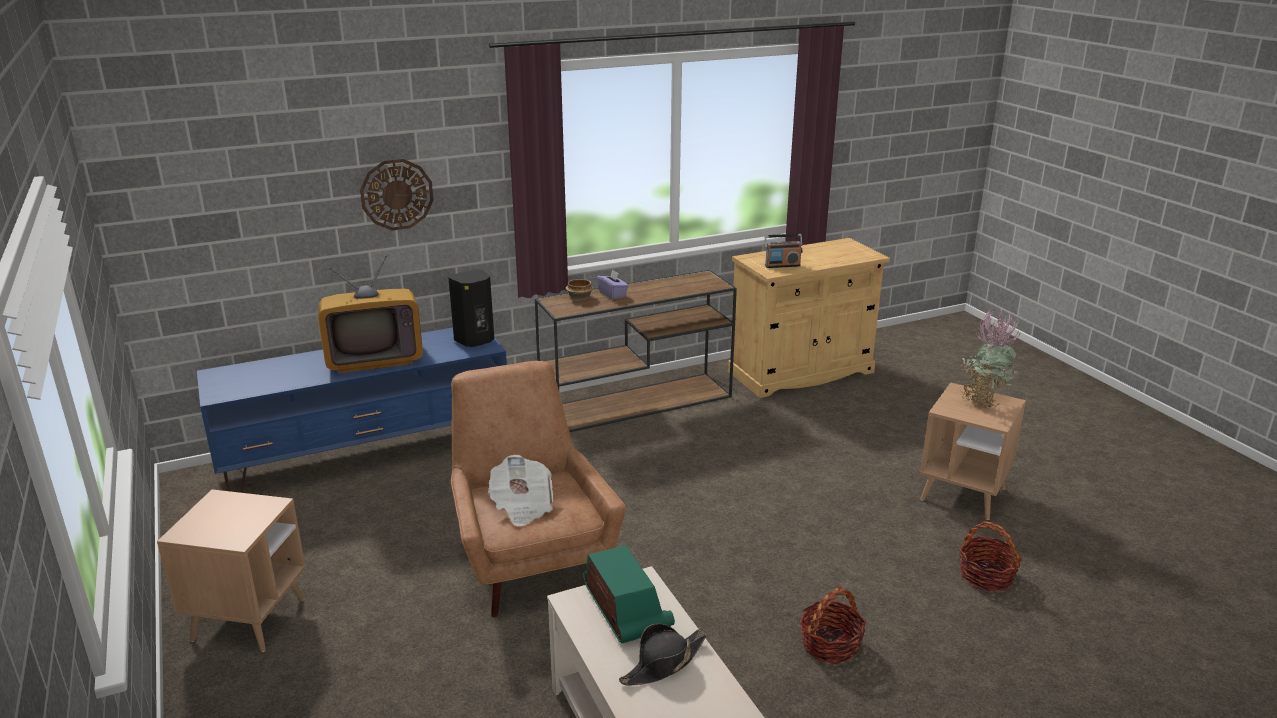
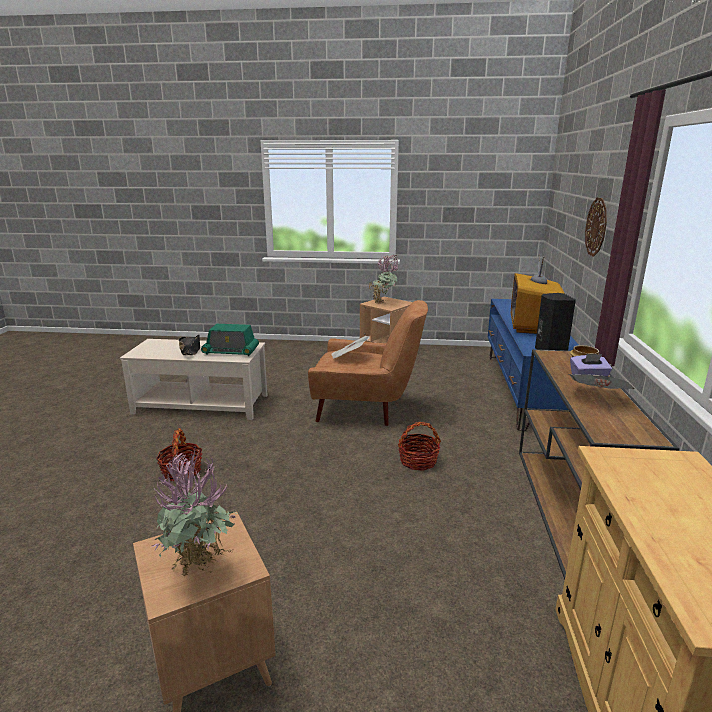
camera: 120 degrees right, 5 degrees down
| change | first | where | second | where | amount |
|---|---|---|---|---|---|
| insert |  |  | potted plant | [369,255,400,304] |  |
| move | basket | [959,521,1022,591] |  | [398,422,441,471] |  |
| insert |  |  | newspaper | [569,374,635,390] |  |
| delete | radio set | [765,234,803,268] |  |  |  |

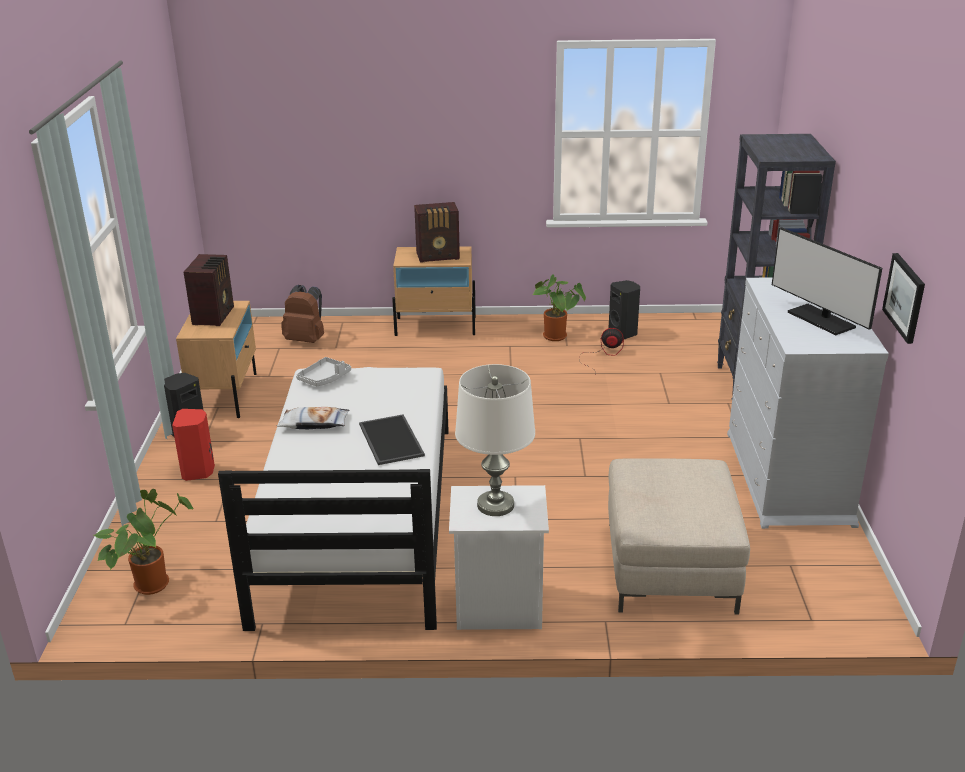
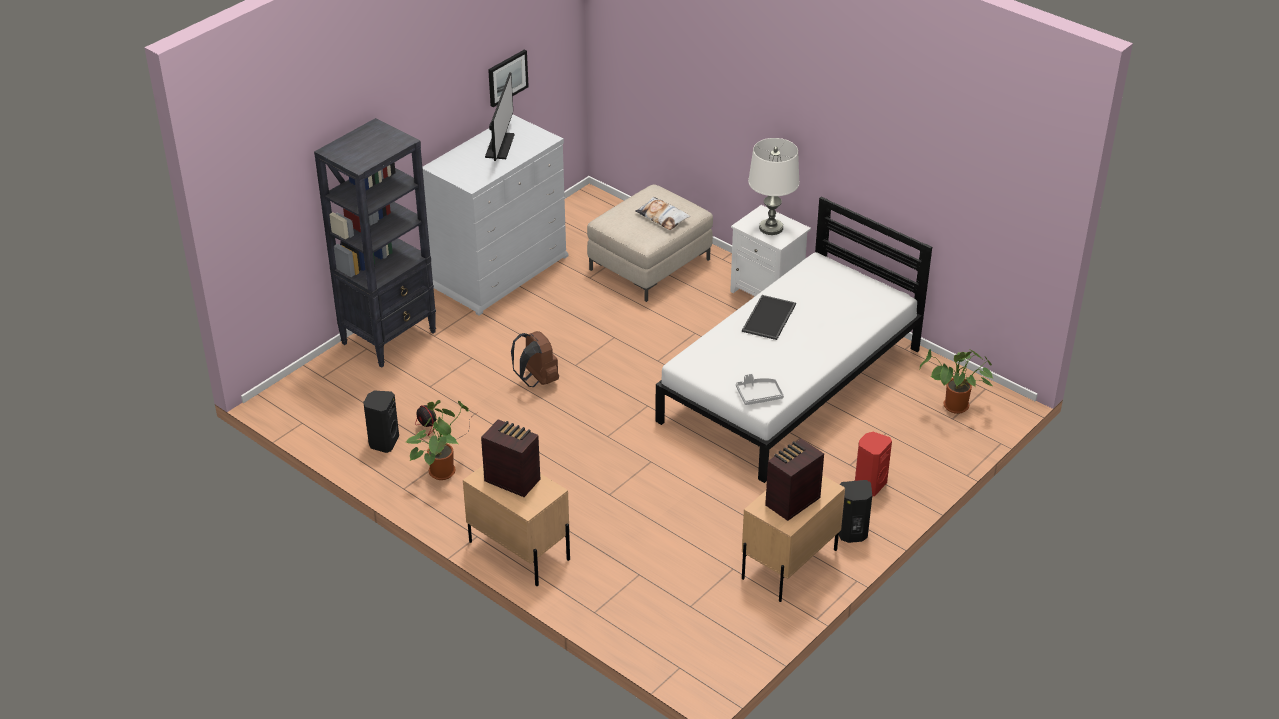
camera: 140 degrees left, 10 degrees up
| change | first | where | second | where | amount |
|---|---|---|---|---|---|
| move | brown knapsack | [281,285,324,343] |  | [511,331,559,387] |  |
| move | pillow | [276,407,350,429] |  | [635,197,690,230] |  |

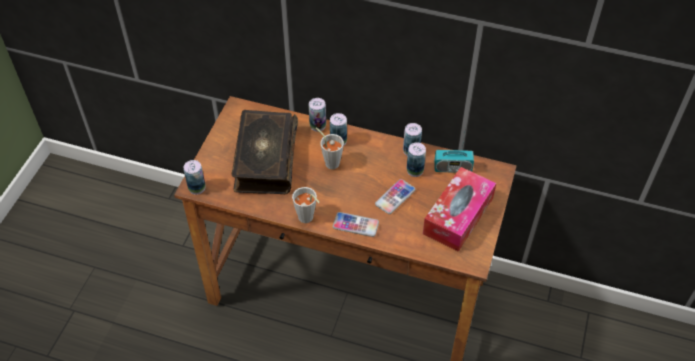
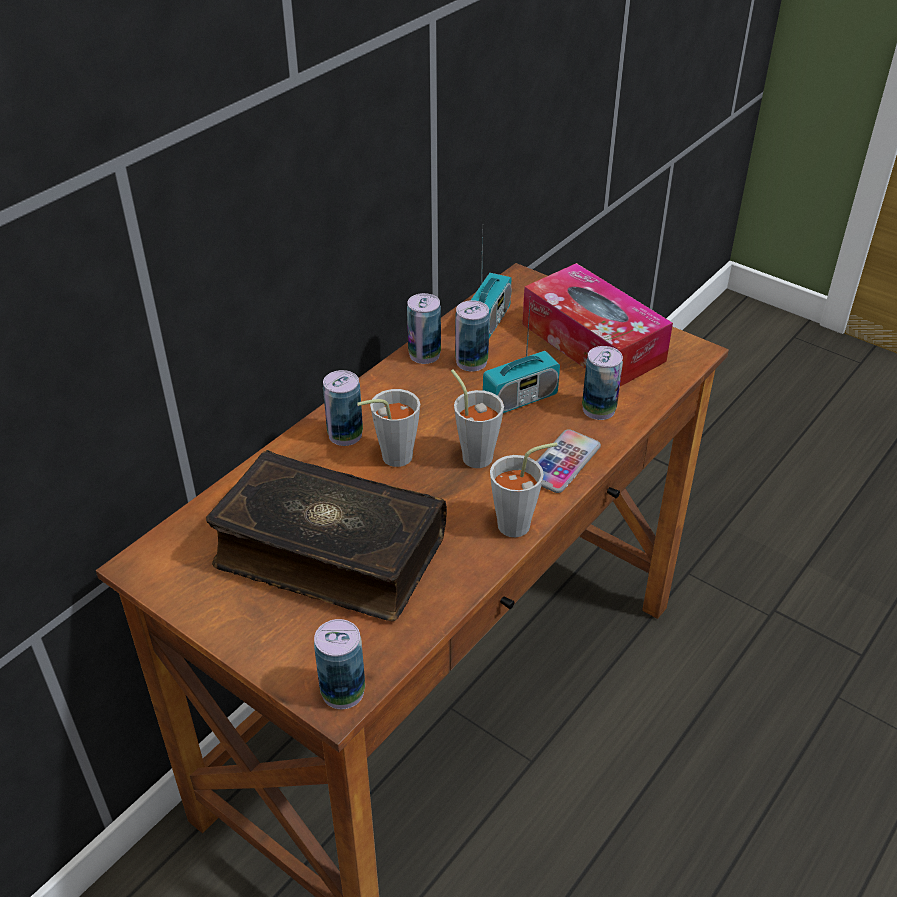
camera: 70 degrees left, 10 degrees down
| change | first | where | second | where | amount |
|---|---|---|---|---|---|
| insert |  |  | gray drinking cup | [451,369,504,468] |  |
| replace | handset | [375,179,416,214] | radio set | [483,304,560,413] |  |
| move | sealed can | [309,98,326,132] |  | [582,346,623,420] |  |

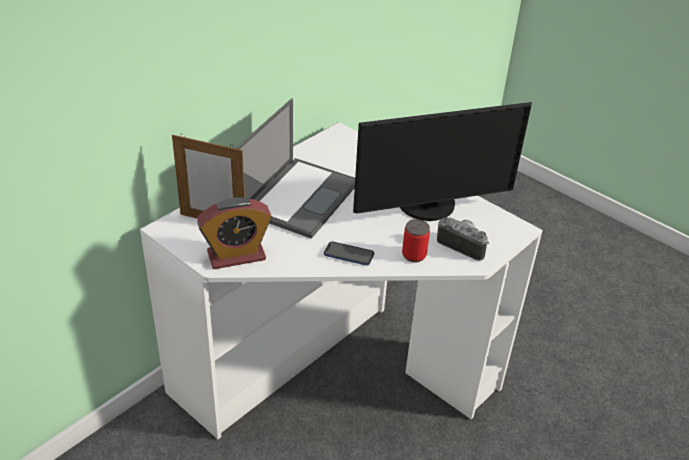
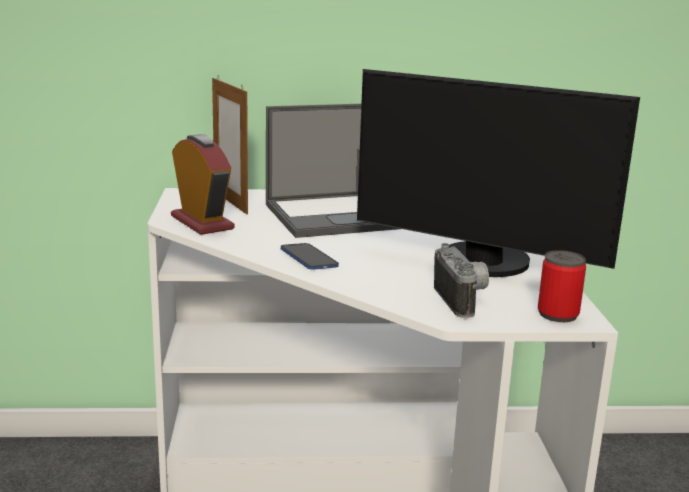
camera: 45 degrees right, 20 degrees down
| change | first | where | second | where | amount |
|---|---|---|---|---|---|
| rotate | table clock | [197,197,272,269] |  | [171,134,234,235] | 150 degrees counterclockwise |
| move | sealed can | [402,219,430,262] |  | [538,250,586,322] |  |

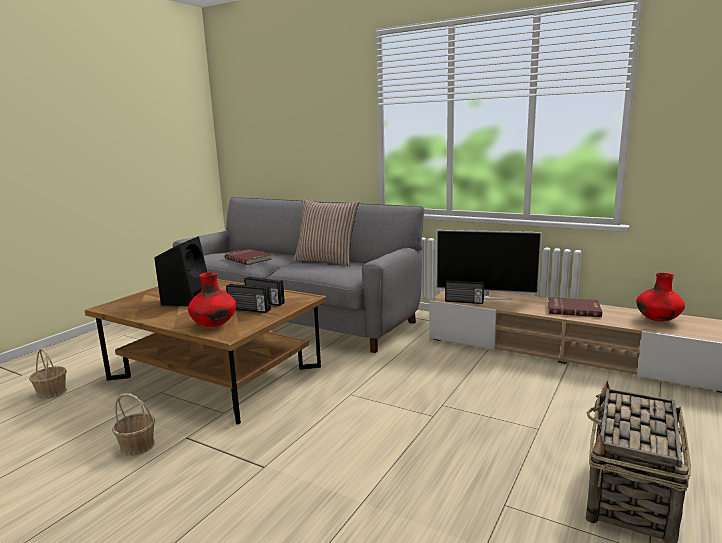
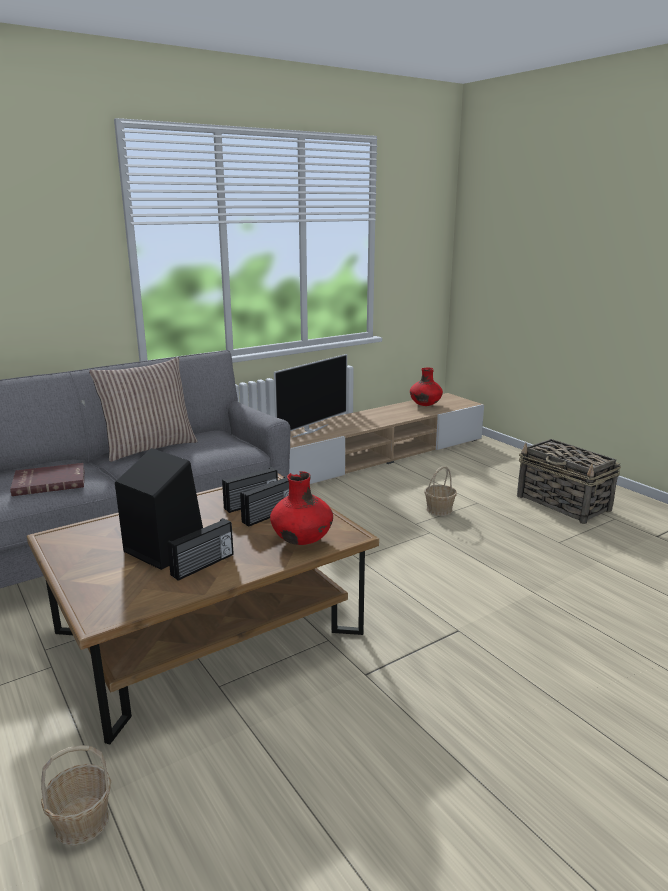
camera: 65 degrees left, 5 degrees up
| change | first | where | second | where | amount |
|---|---|---|---|---|---|
| move | radio set | [445,280,484,304] |  | [167,518,234,581] |  |
| move | basket | [112,393,155,456] |  | [424,466,457,516] |  |
| delete | red-coloured volume | [548,297,602,317] |  |  |  |

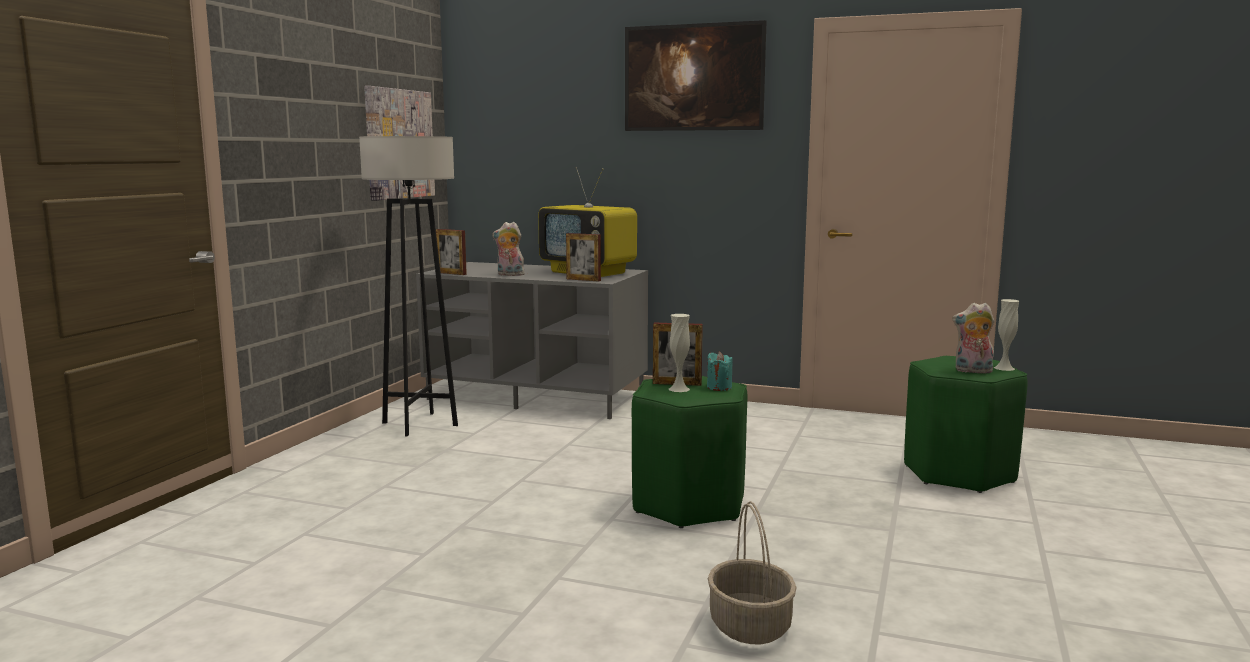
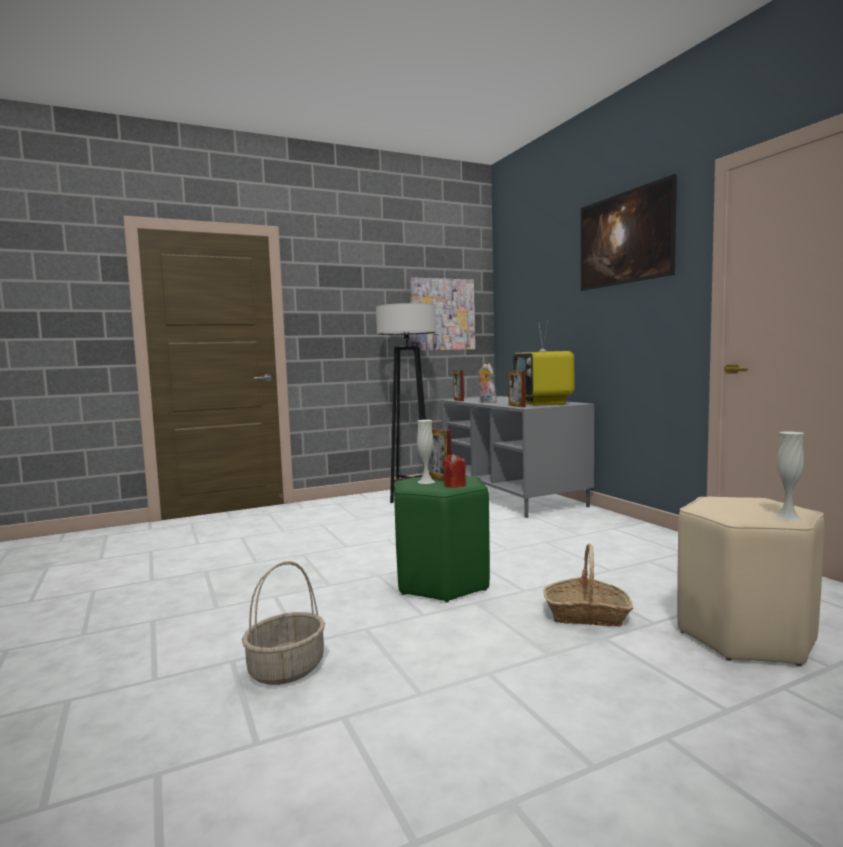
camera: 45 degrees right, 5 degrees down
| change | first | where | second | where | amount |
|---|---|---|---|---|---|
| recolor | turquoise wax light | [707,352,733,391] | red-coloured wax light | [442,454,466,488] |  |
| insert |  |  | basket | [543,543,633,626] |  |
| recolor | green sitting stool | [904,356,1028,493] | sand-coloured sitting stool | [677,497,825,666] |  |
| delete | plush toy | [952,303,994,373] |  |  |  |

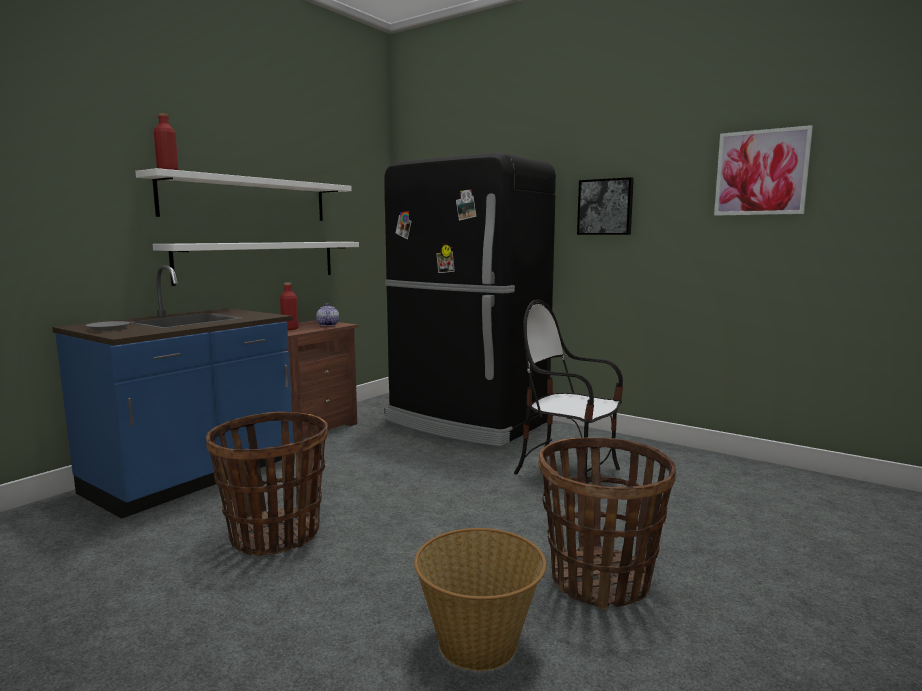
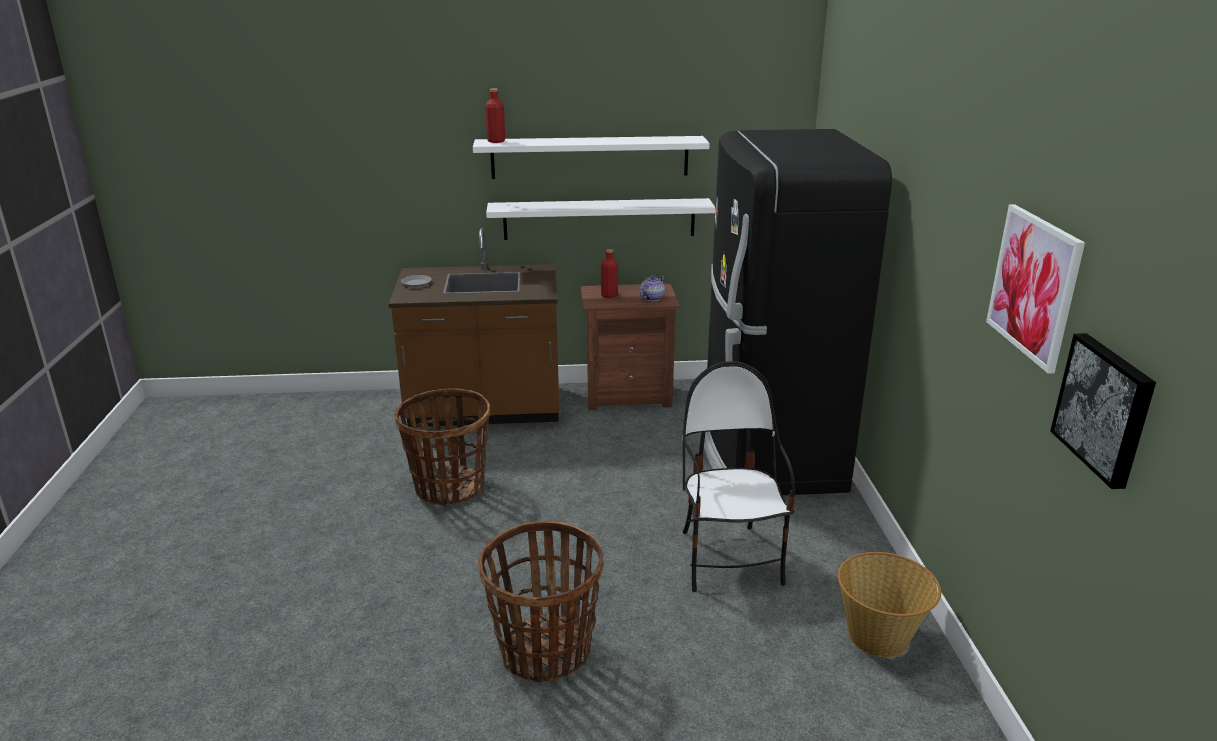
camera: 50 degrees right, 15 degrees up
| change | first | where | second | where | amount |
|---|---|---|---|---|---|
| recolor | bluish kitchen counter | [52,265,293,519] | brown kitchen counter | [388,228,559,427] |  |
| move | basket | [414,528,547,671] |  | [838,552,941,658] |  |
| move | picture | [577,177,634,235] |  | [1050,333,1156,489] |  |

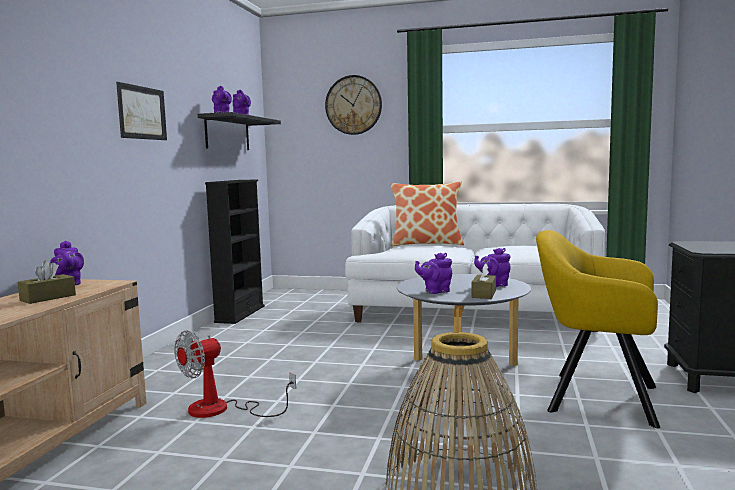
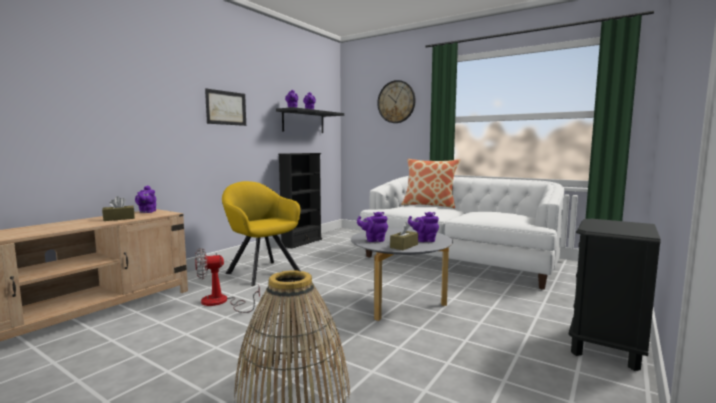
camera: 20 degrees right, 0 degrees up
| change | first | where | second | where | amount |
|---|---|---|---|---|---|
| move | yellowish lounge chair | [536,230,660,428] |  | [222,181,301,286] |  |

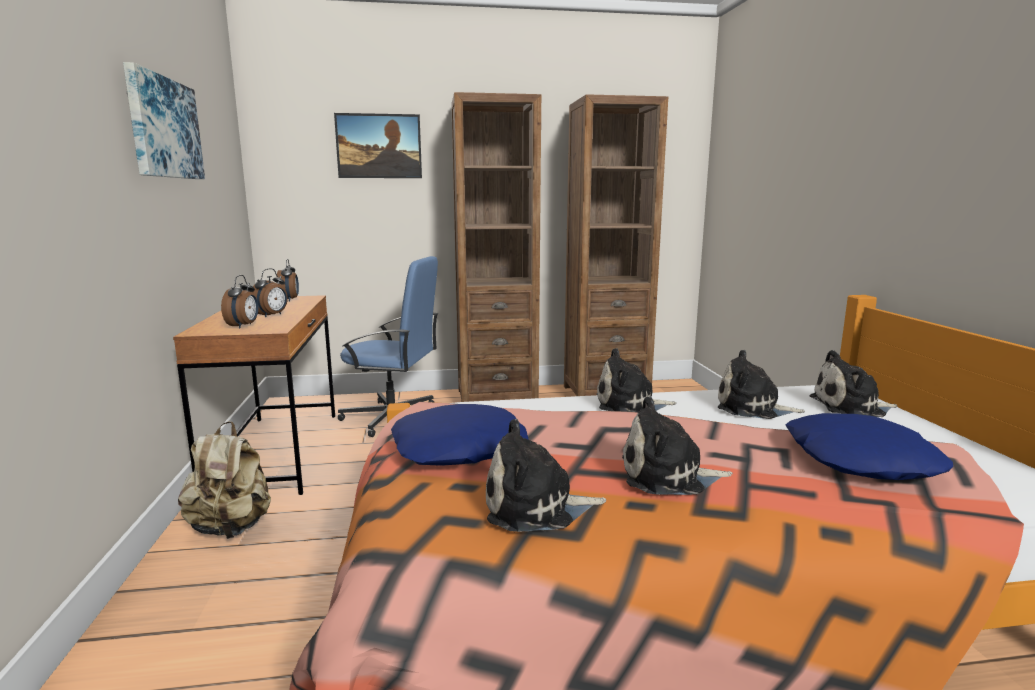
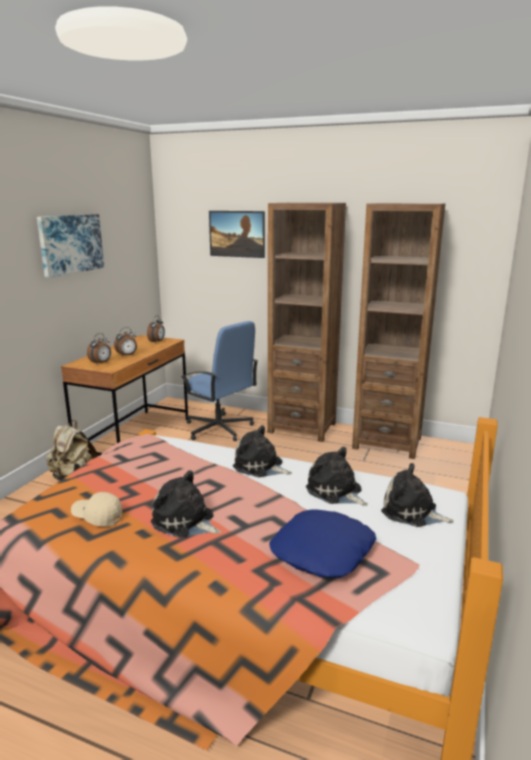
camera: 30 degrees right, 5 degrees up
| change | first | where | second | where | amount |
|---|---|---|---|---|---|
| replace | plush toy | [486,419,606,532] | sand-coloured baseball cap | [71,492,122,527] |  |
| delete | bluish pillow | [391,404,529,466] |  |  |  |

